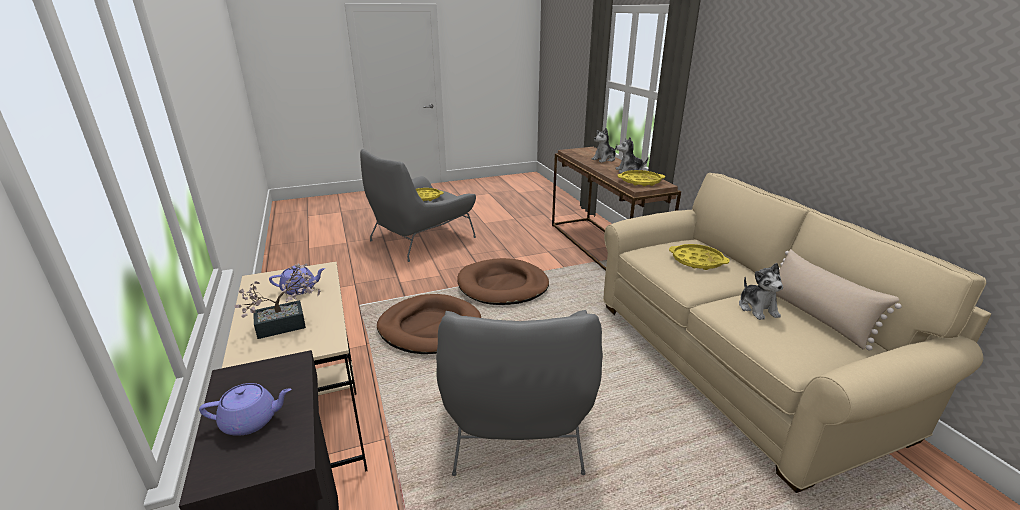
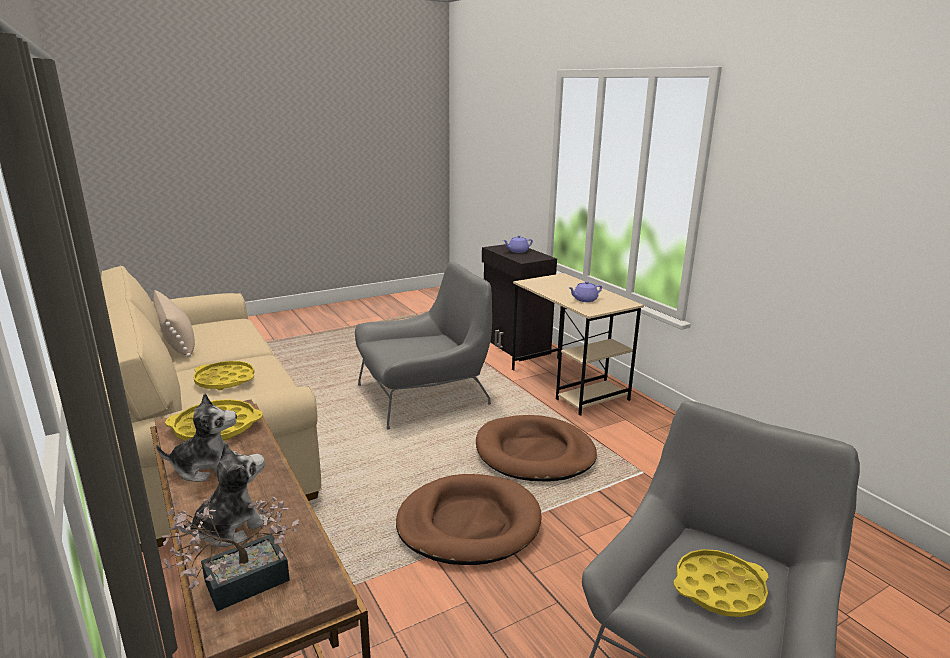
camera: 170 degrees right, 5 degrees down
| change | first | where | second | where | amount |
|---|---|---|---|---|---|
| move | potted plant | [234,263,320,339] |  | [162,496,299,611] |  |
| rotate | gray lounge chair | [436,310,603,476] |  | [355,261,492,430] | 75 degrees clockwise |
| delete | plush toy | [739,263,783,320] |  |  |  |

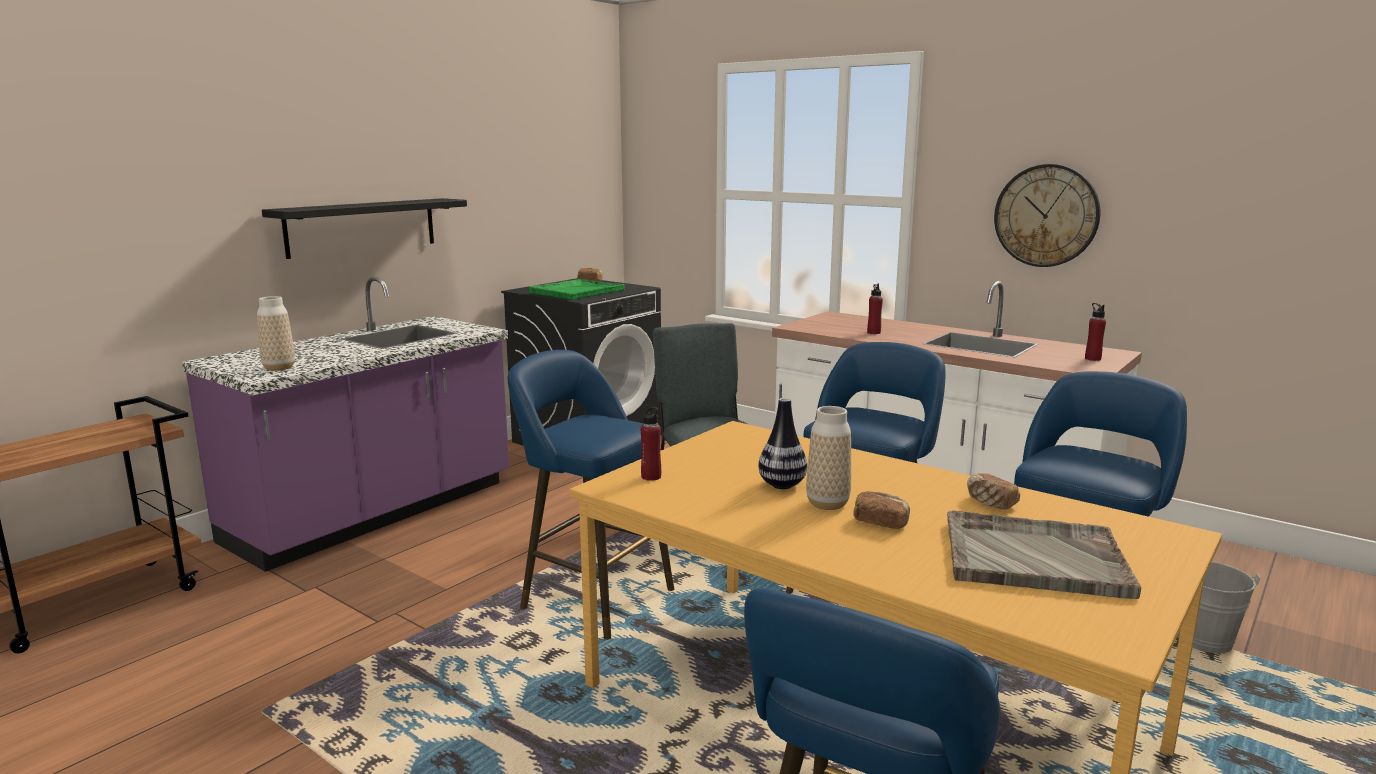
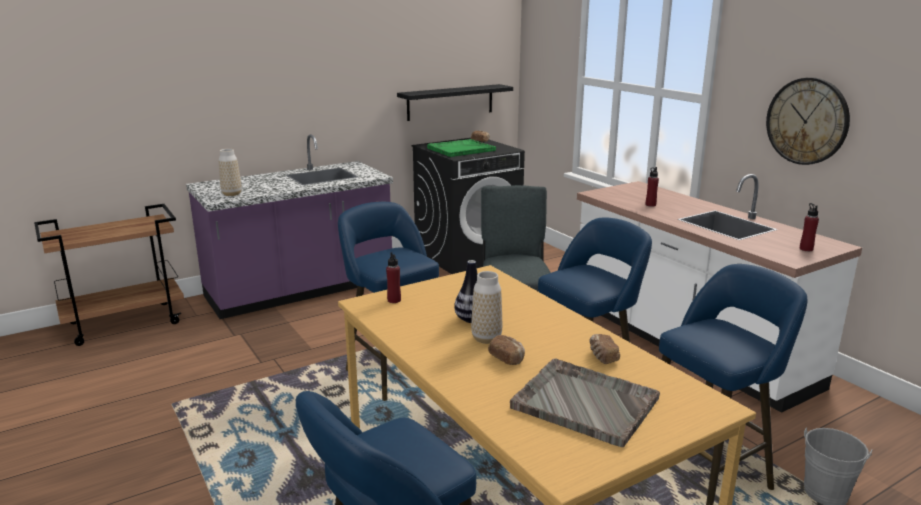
camera: 20 degrees right, 5 degrees up
| change | first | where | second | where | amount |
|---|---|---|---|---|---|
| move | black-coloured wall shelf | [262,198,467,259] |  | [397,84,513,121] |  |

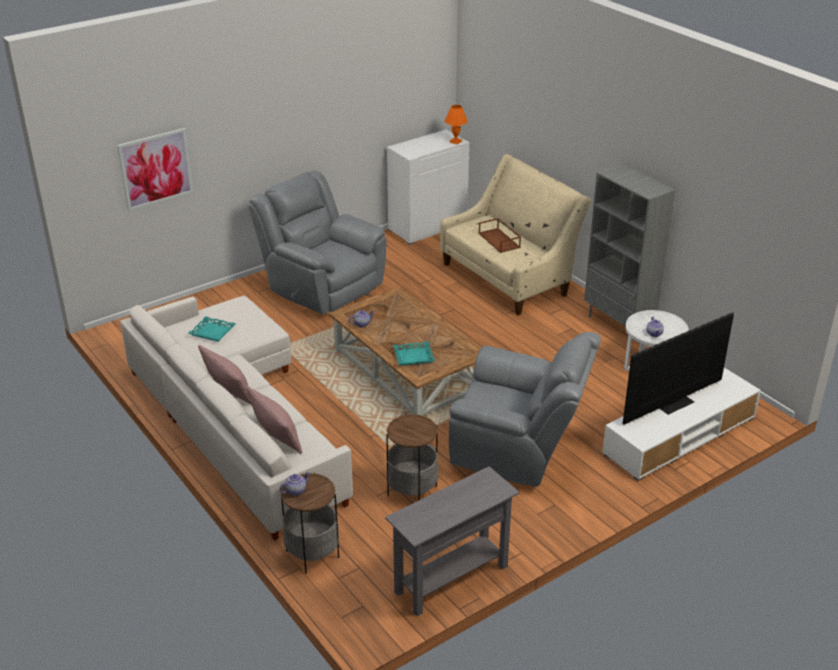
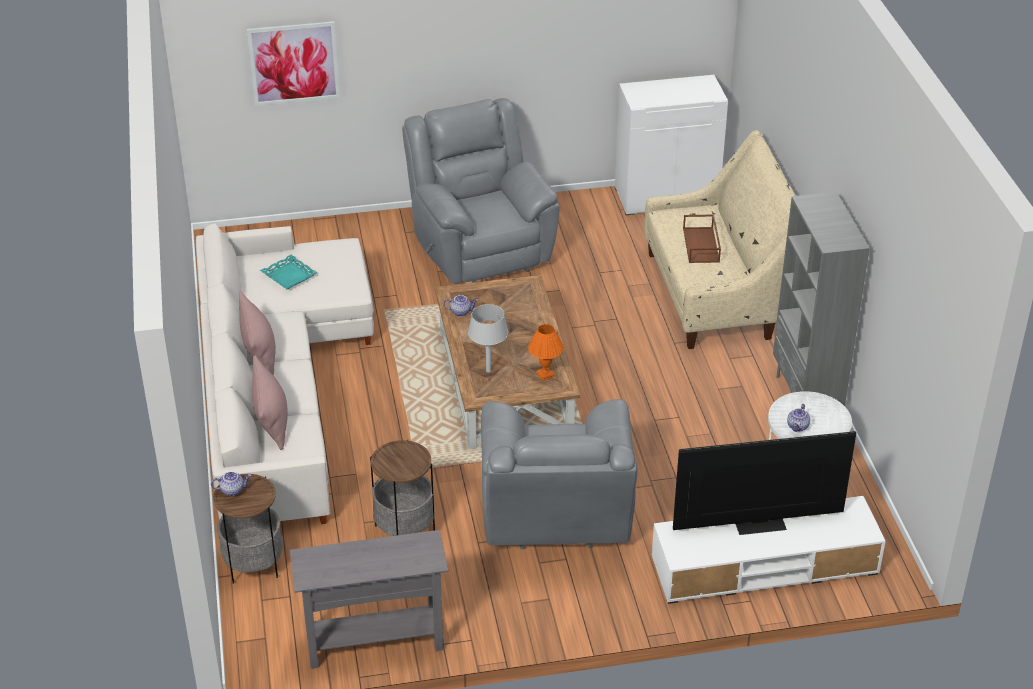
camera: 25 degrees right, 5 degrees up
| change | first | where | second | where | amount |
|---|---|---|---|---|---|
| replace | turquoise tray | [393,342,435,366] | gray tabletop lamp | [468,304,508,372] |  |
| rotate | gray lounge chair | [449,332,601,487] |  | [481,399,638,549] | 45 degrees clockwise |
| move | orange tabletop lamp | [445,105,468,144] |  | [528,324,564,381] |  |

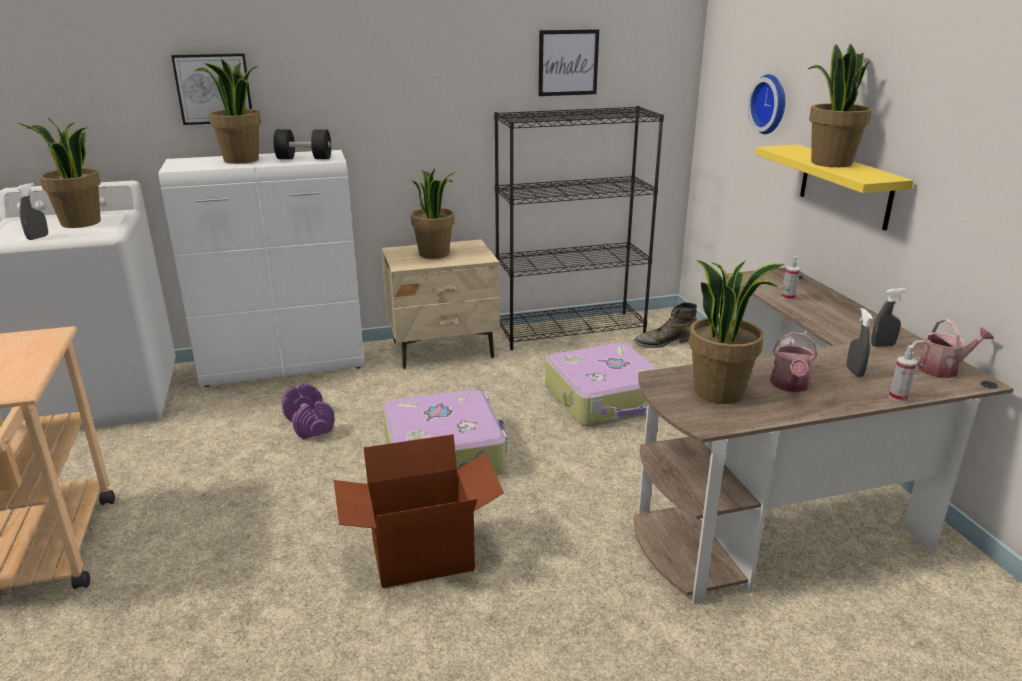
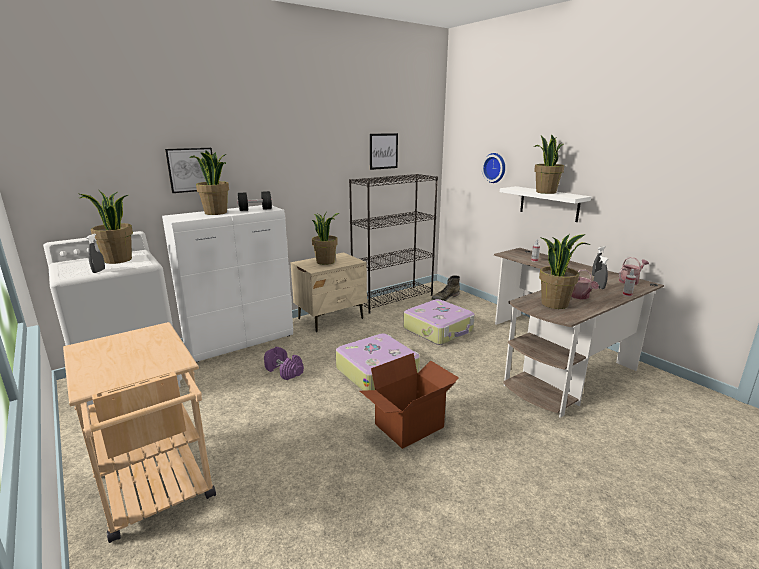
camera: 20 degrees left, 5 degrees down
| change | first | where | second | where | amount |
|---|---|---|---|---|---|
| recolor | yellowish wall shelf | [755,144,914,231] | white wall shelf | [500,186,591,222] |  |

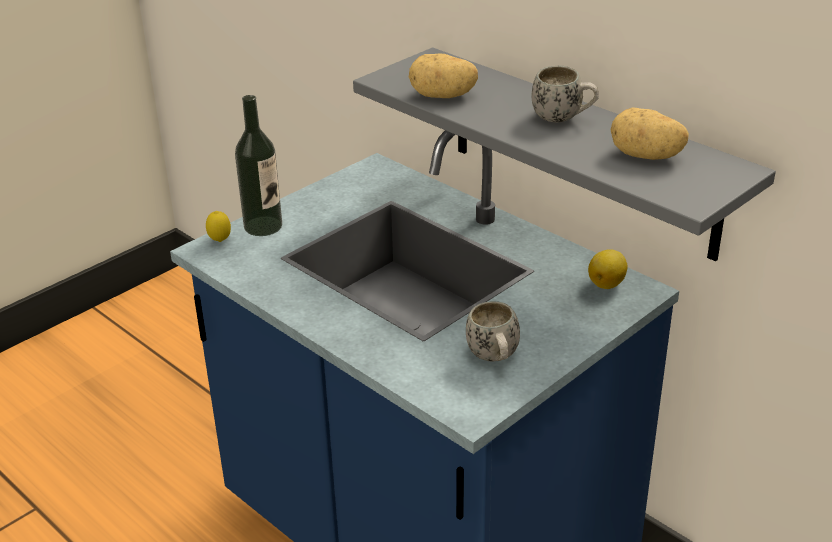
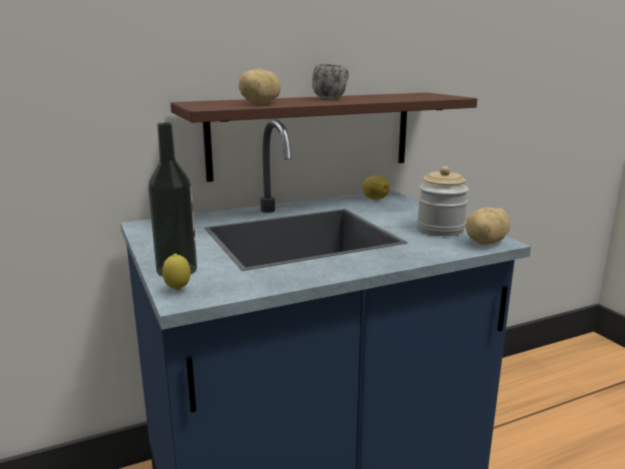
camera: 70 degrees left, 15 degrees down
| change | first | where | second | where | amount |
|---|---|---|---|---|---|
| recolor | gray wall shelf | [353,48,776,261] | brown wall shelf | [171,93,477,182] |  |
| replace | white mug | [466,301,520,361] | storage jar | [417,166,469,236] |  |
| move | whole potato | [610,108,689,160] |  | [465,207,510,245] |  |

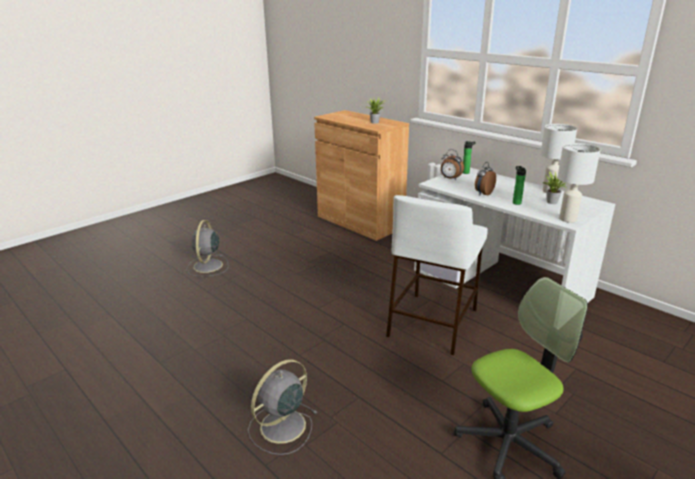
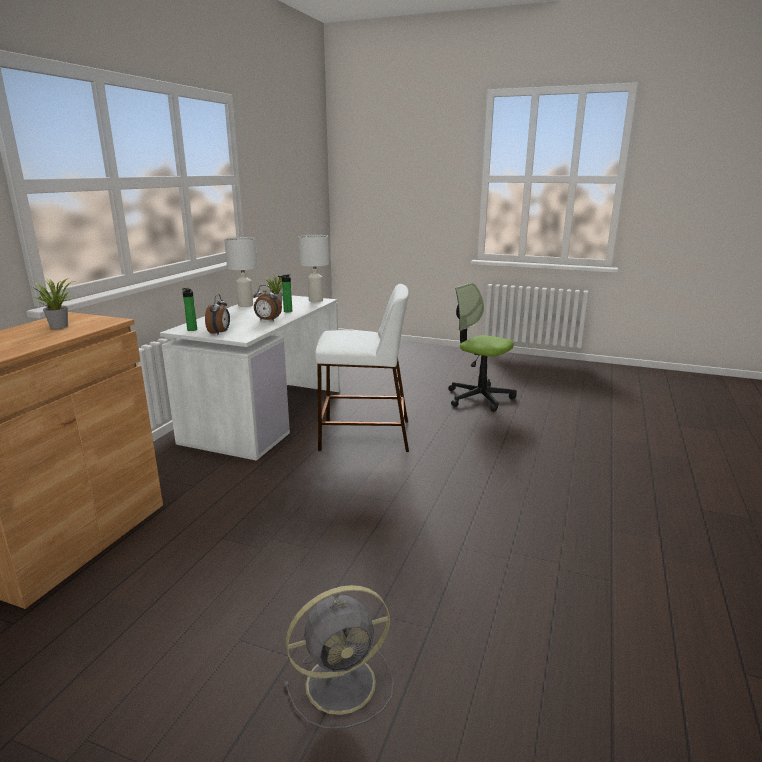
camera: 115 degrees left, 5 degrees down
| change | first | where | second | where | amount |
|---|---|---|---|---|---|
| delete | gray cooling fan | [248,359,317,455] |  |  |  |

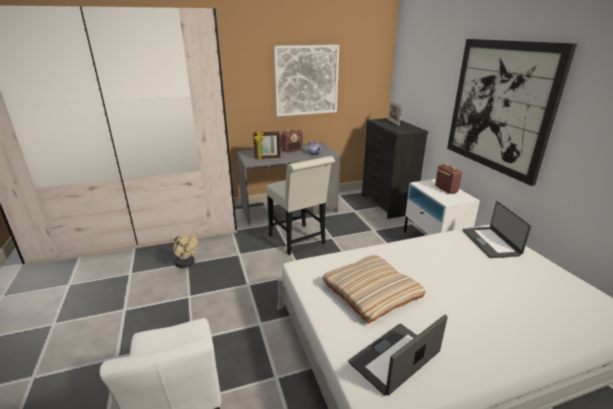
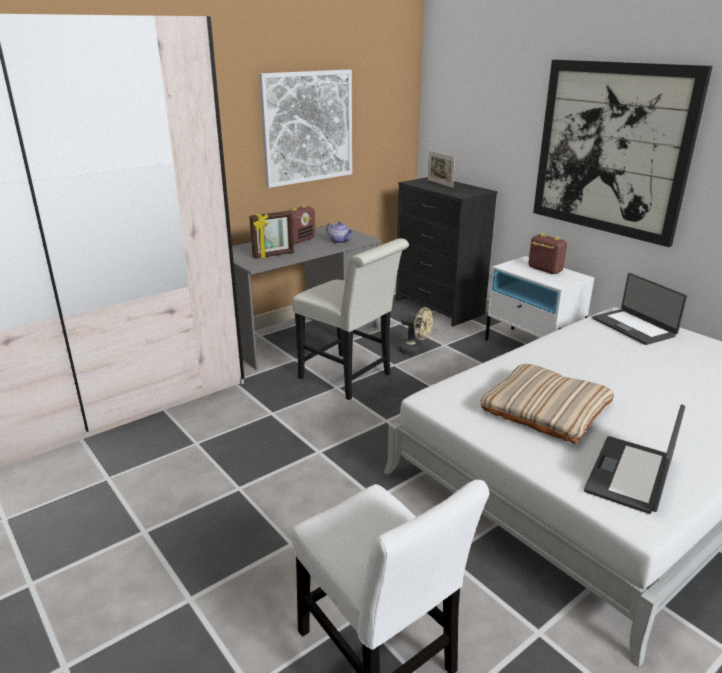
camera: 20 degrees left, 0 degrees up
| change | first | where | second | where | amount |
|---|---|---|---|---|---|
| move | sand-coloured cooling fan | [173,234,198,268] |  | [399,307,433,355] |  |

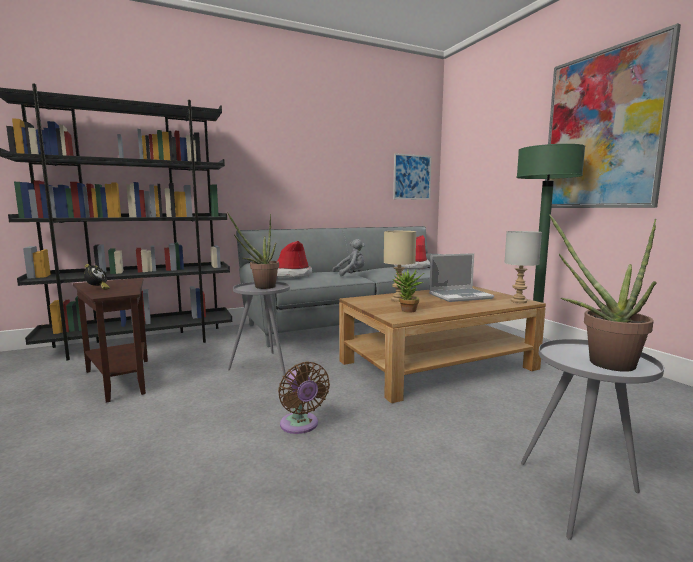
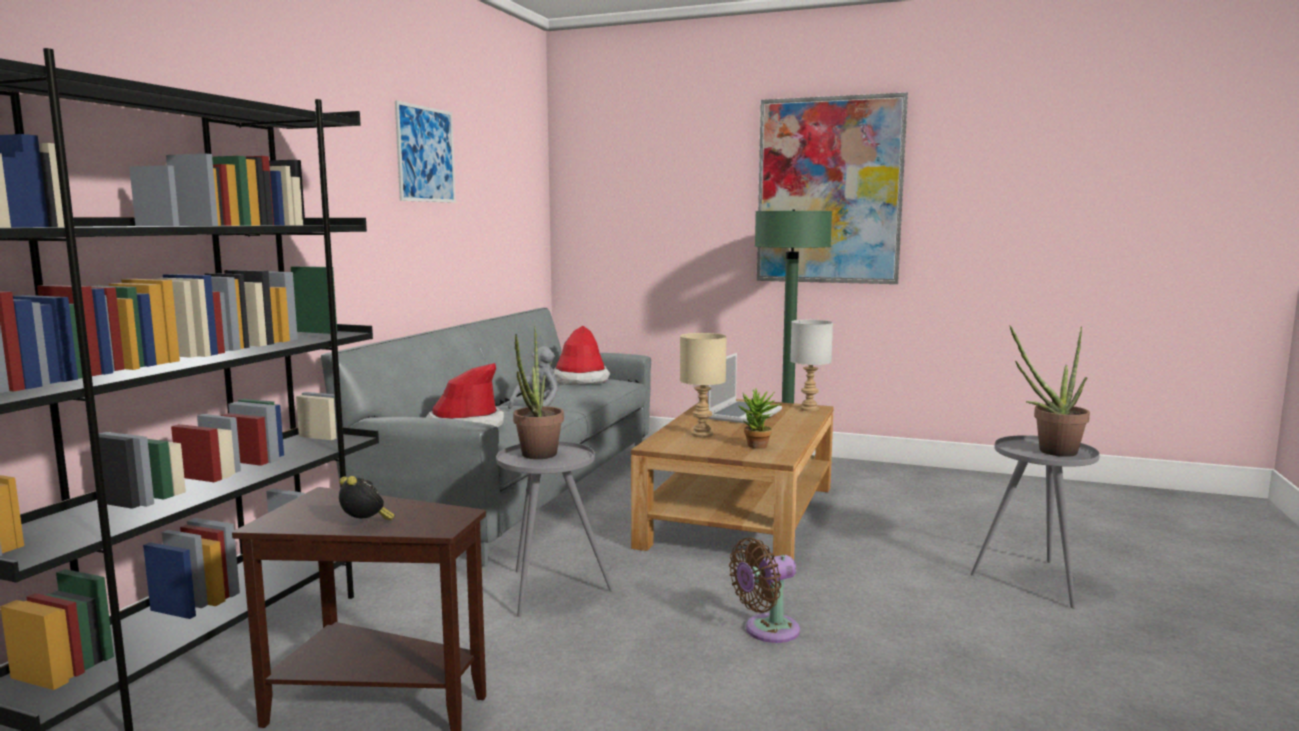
camera: 45 degrees left, 0 degrees up
| change | first | where | second | where | amount |
|---|---|---|---|---|---|
| move | picture | [393,153,432,200] |  | [395,101,456,203] |  |
| rotate | brown cooling fan | [278,361,330,434] |  | [729,537,800,643] | 135 degrees clockwise |

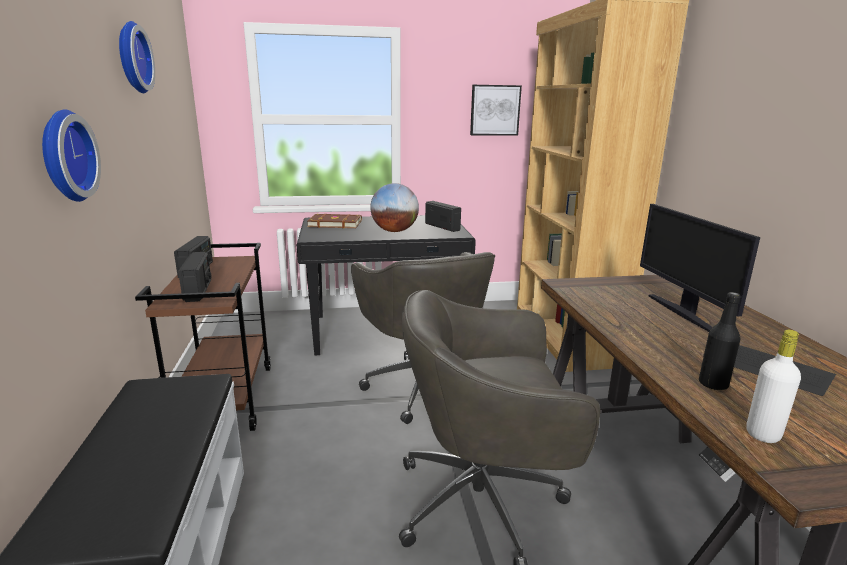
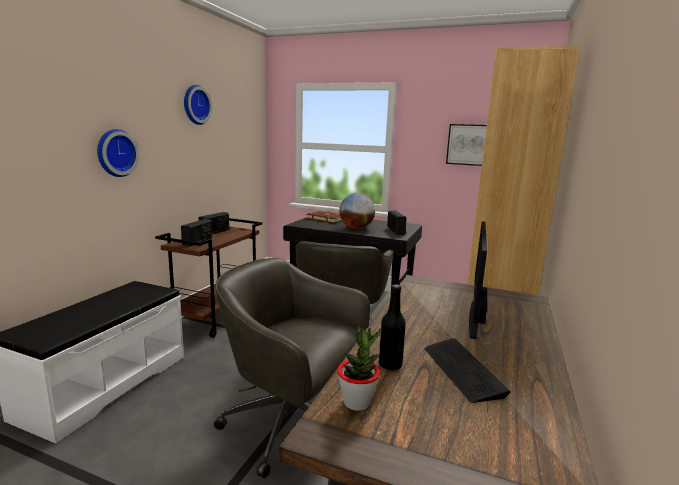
camera: 30 degrees right, 5 degrees down
| change | first | where | second | where | amount |
|---|---|---|---|---|---|
| replace | white bottle | [746,330,801,443] | potted plant | [337,327,382,411] |  |

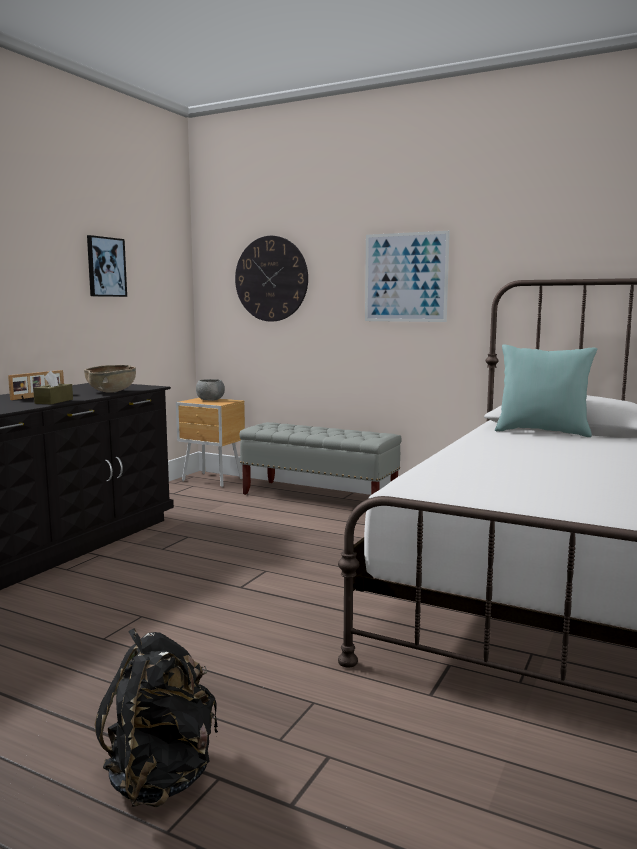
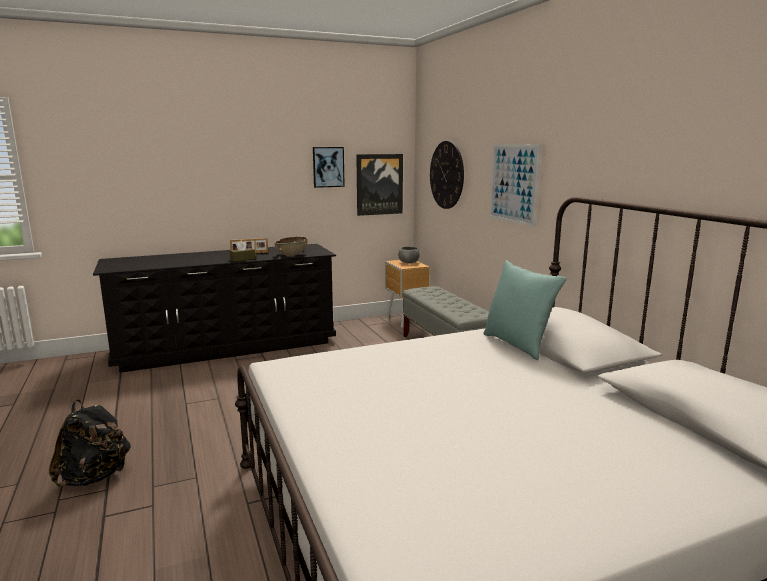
camera: 40 degrees right, 5 degrees up
| change | first | where | second | where | amount |
|---|---|---|---|---|---|
| insert |  |  | picture | [356,154,403,216] |  |

